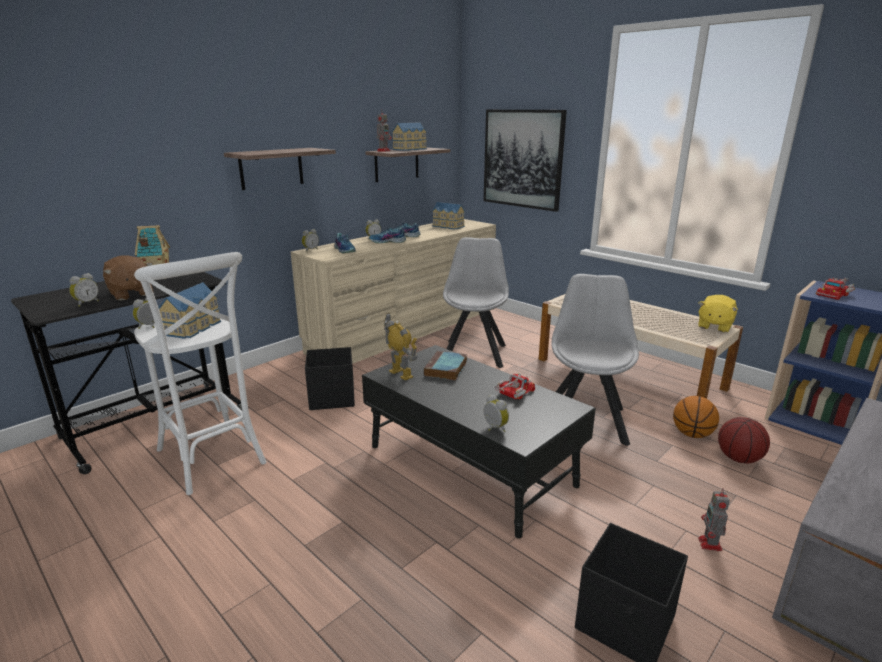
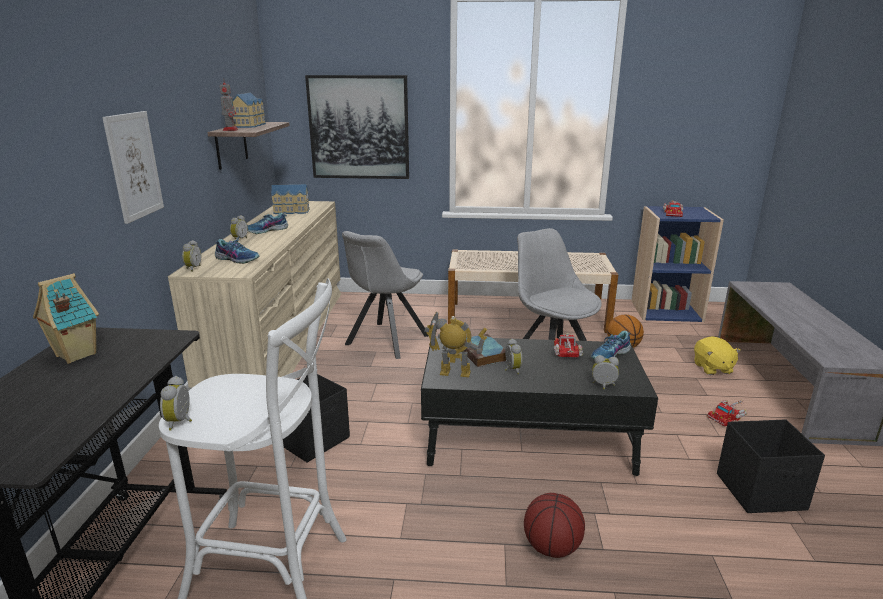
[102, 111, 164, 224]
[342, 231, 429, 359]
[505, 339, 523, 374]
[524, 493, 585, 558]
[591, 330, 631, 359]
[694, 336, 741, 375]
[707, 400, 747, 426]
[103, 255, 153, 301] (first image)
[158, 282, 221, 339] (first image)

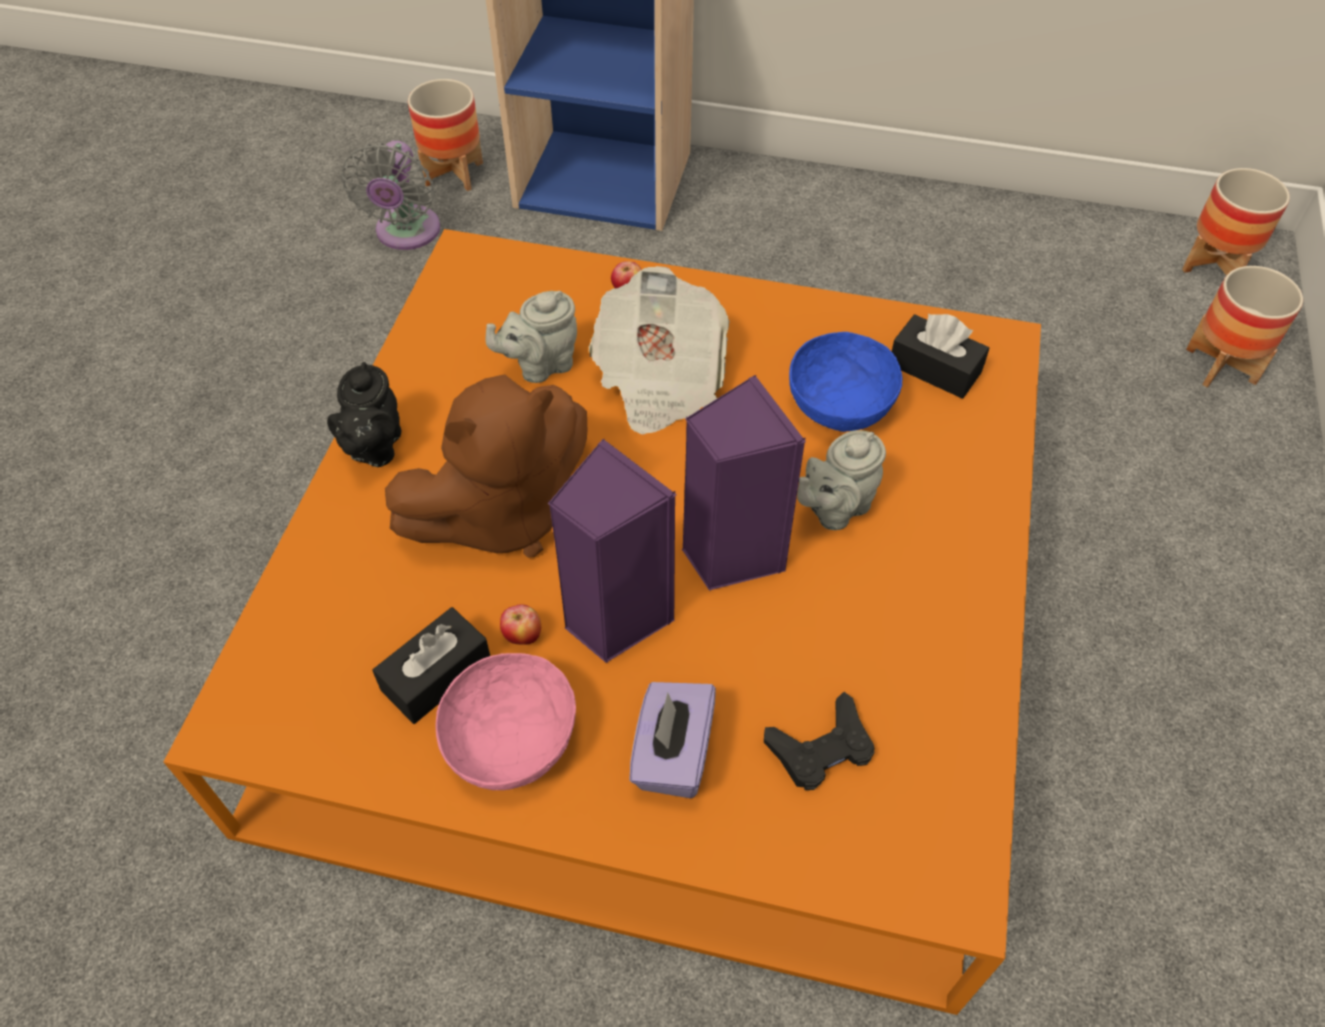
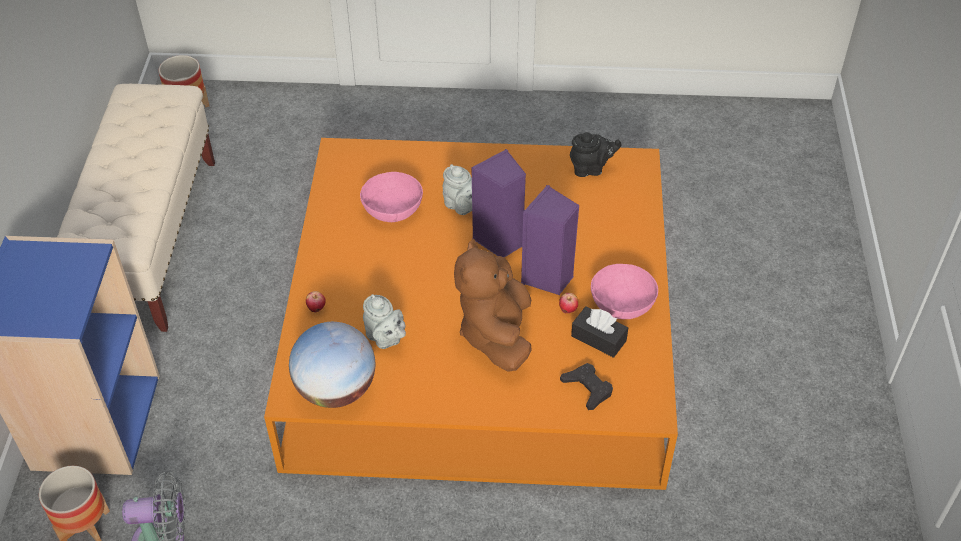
[57, 84, 215, 332]
[289, 322, 375, 408]
[360, 172, 423, 222]
[454, 239, 532, 372]
[560, 363, 613, 410]
[570, 132, 621, 177]
[588, 266, 730, 435] (first image)
[629, 682, 716, 798] (first image)
[892, 314, 989, 399] (first image)
[1186, 266, 1303, 388] (first image)

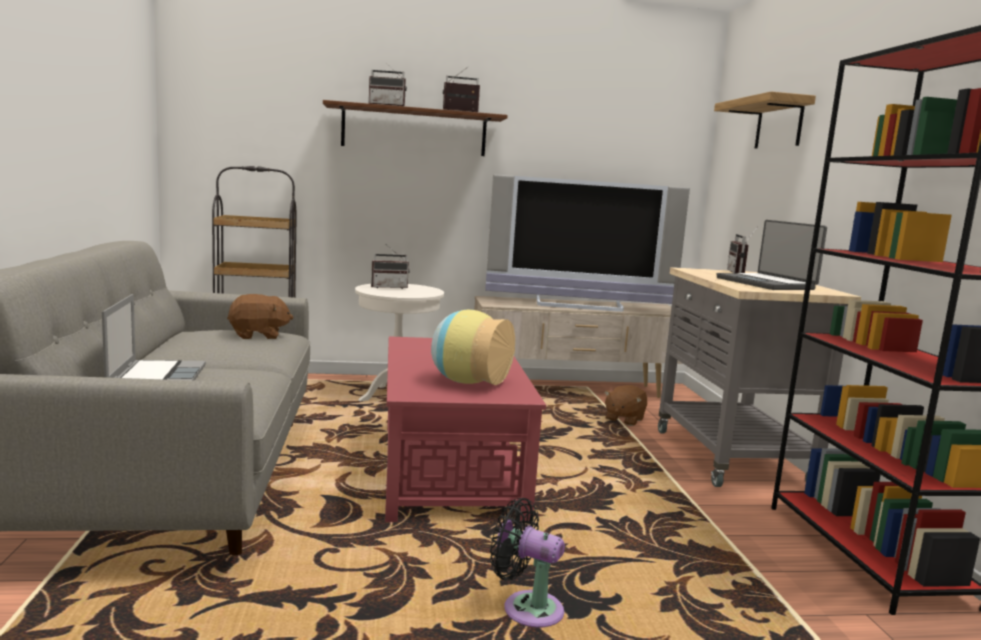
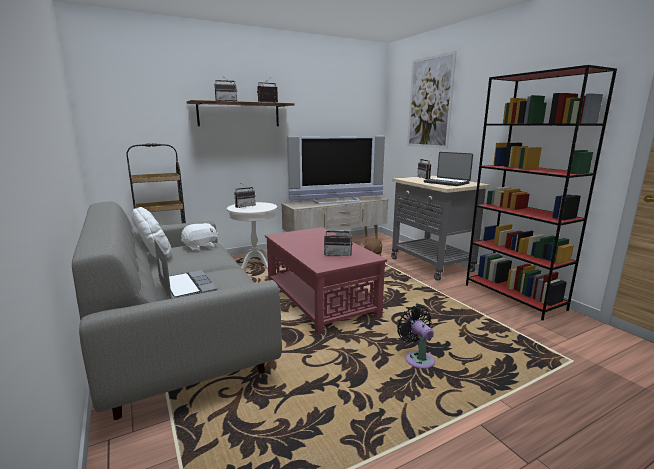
[132, 207, 172, 258]
[181, 223, 218, 251]
[324, 222, 353, 256]
[397, 306, 435, 369]
[407, 51, 457, 149]

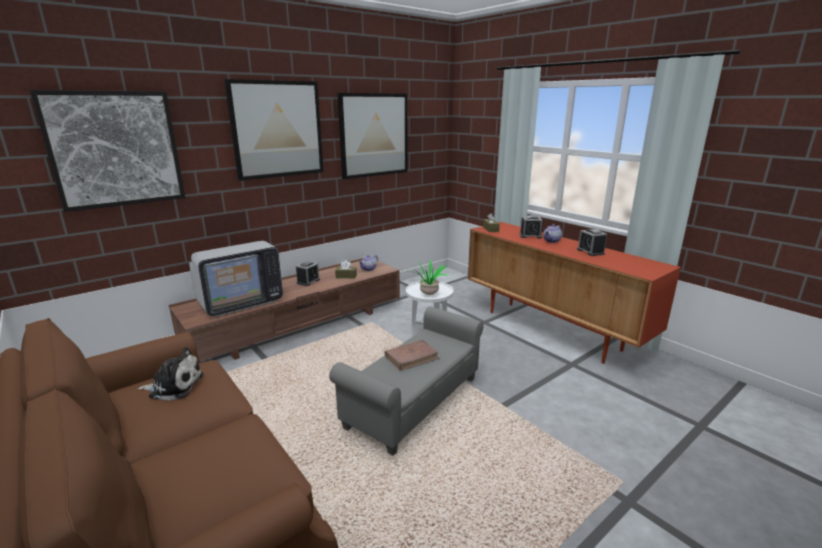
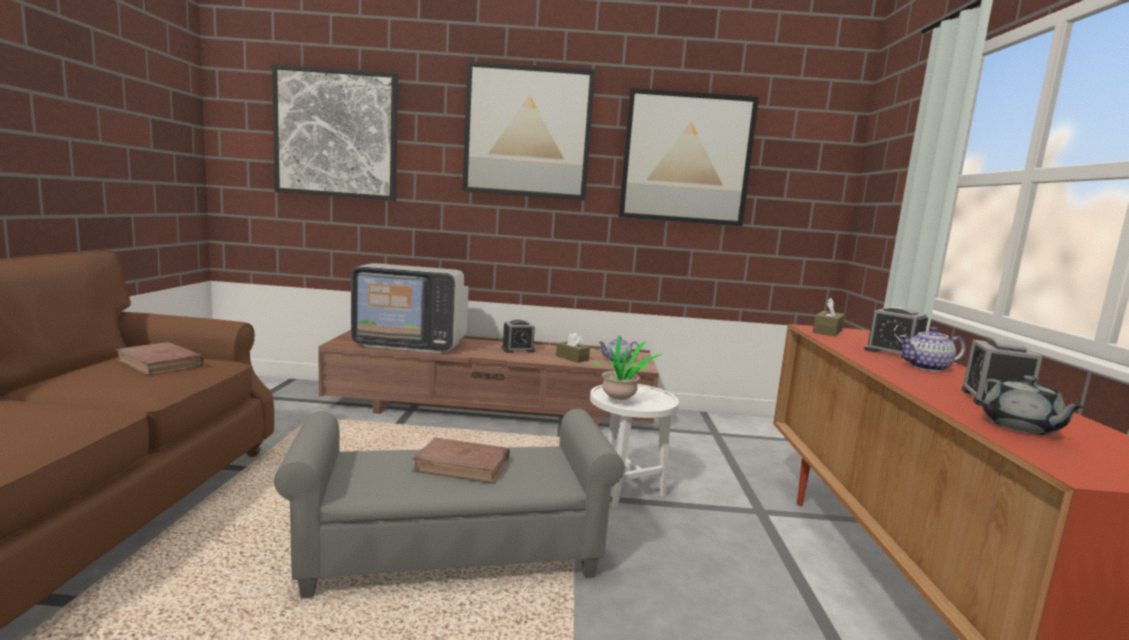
[115, 342, 204, 375]
[982, 376, 1085, 435]

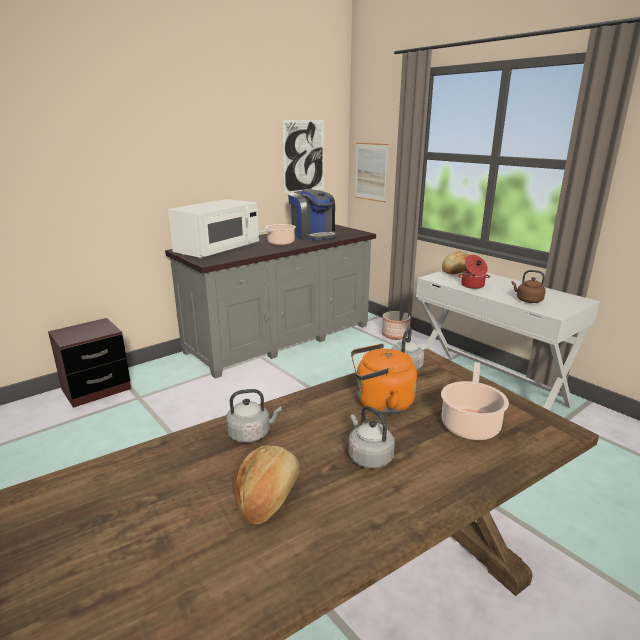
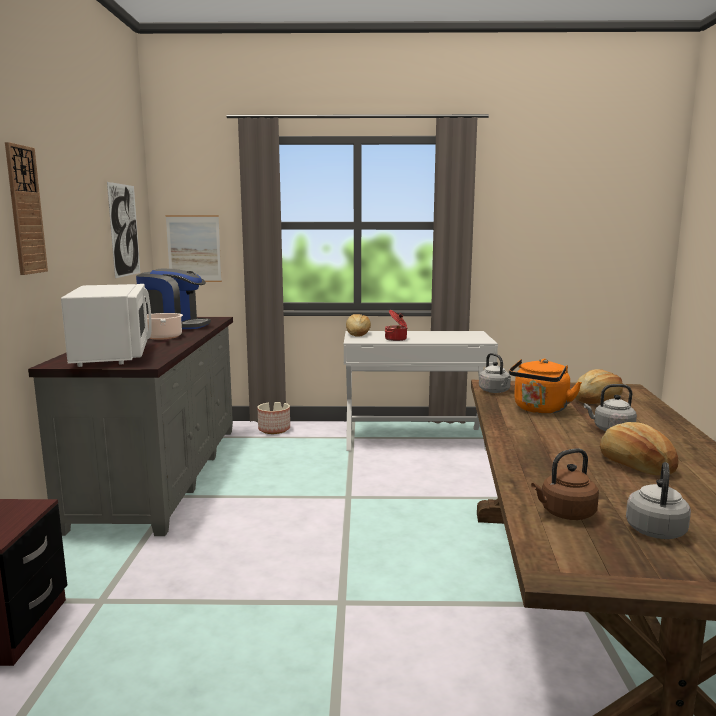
[5, 142, 48, 275]
[531, 448, 599, 520]
[575, 369, 623, 404]
[626, 462, 691, 539]

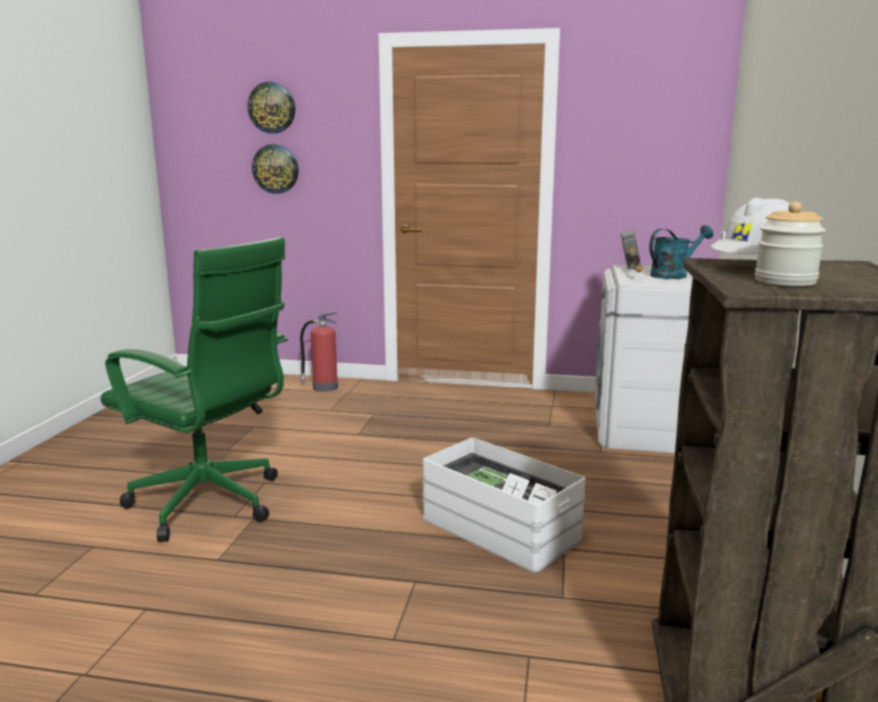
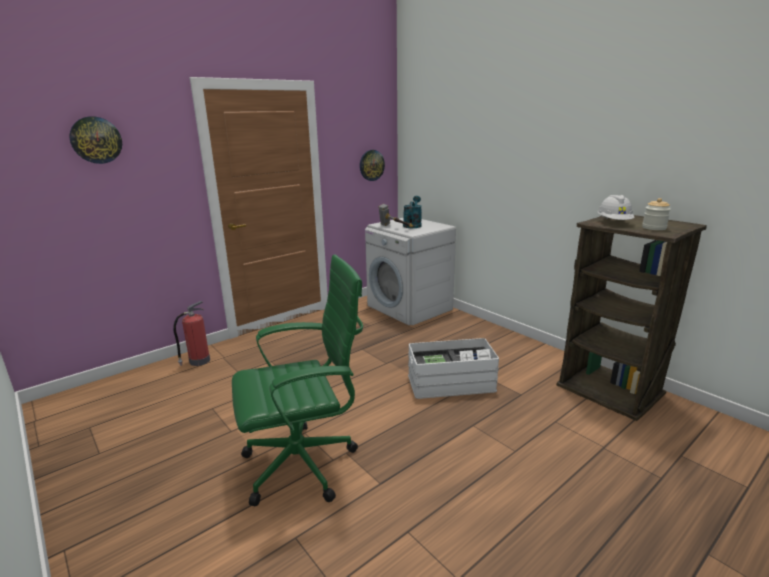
[360, 150, 385, 181]

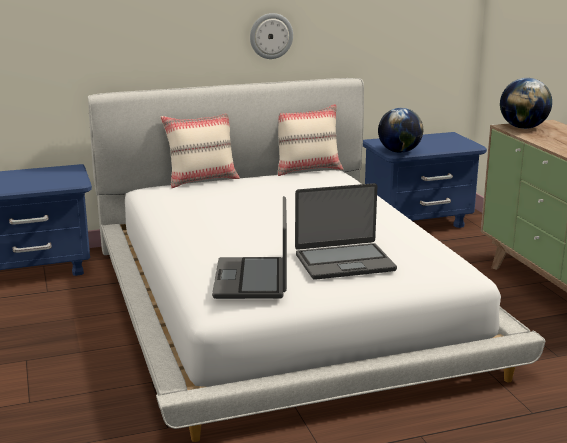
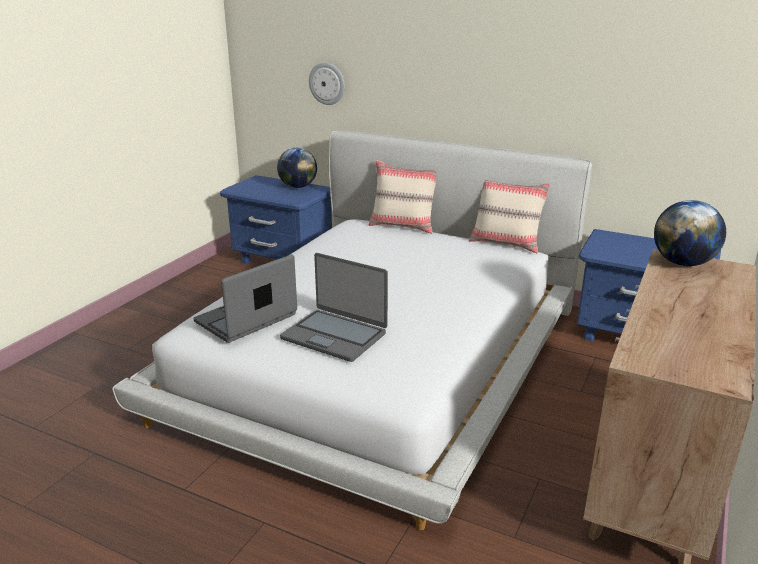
[277, 148, 317, 188]
[309, 62, 345, 105]

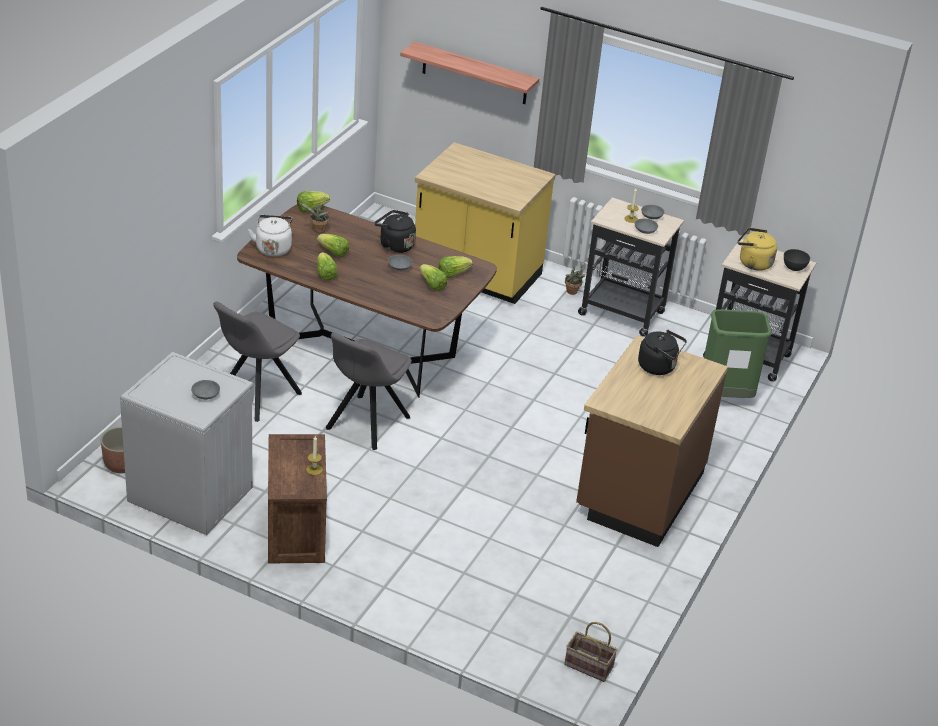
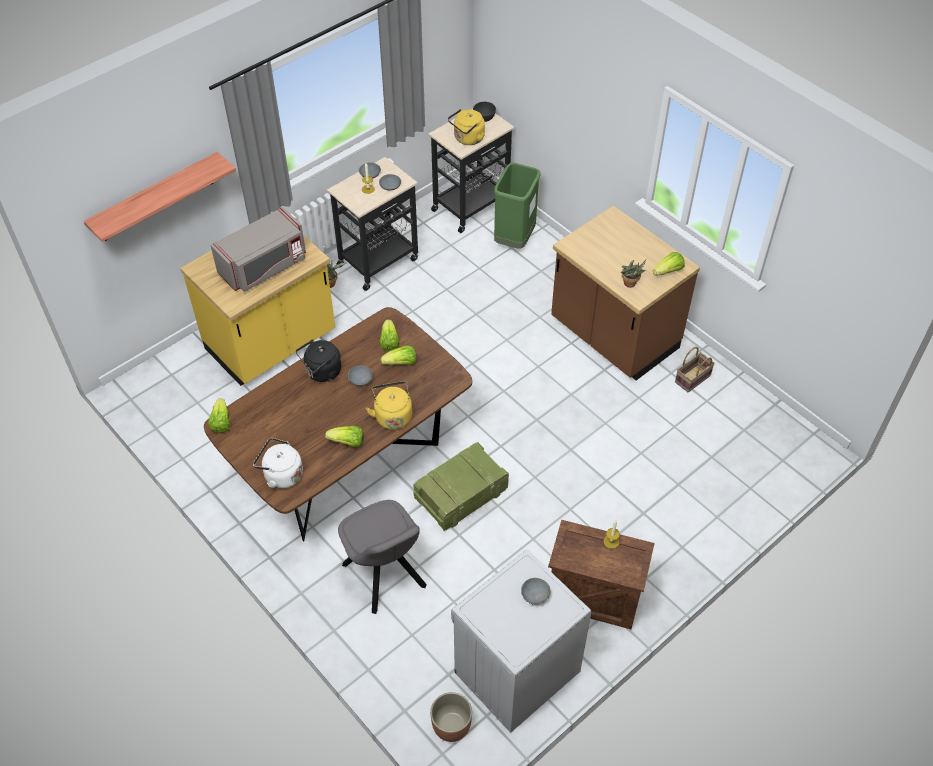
[211, 207, 306, 292]
[366, 381, 412, 430]
[413, 442, 509, 531]
[621, 260, 646, 288]
[653, 252, 685, 276]
[675, 347, 715, 393]
[638, 330, 687, 375] (first image)

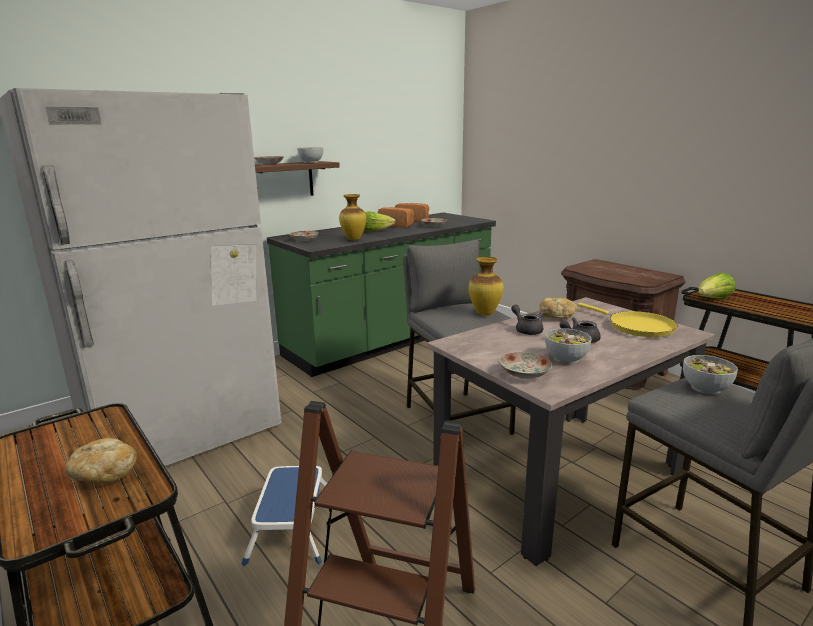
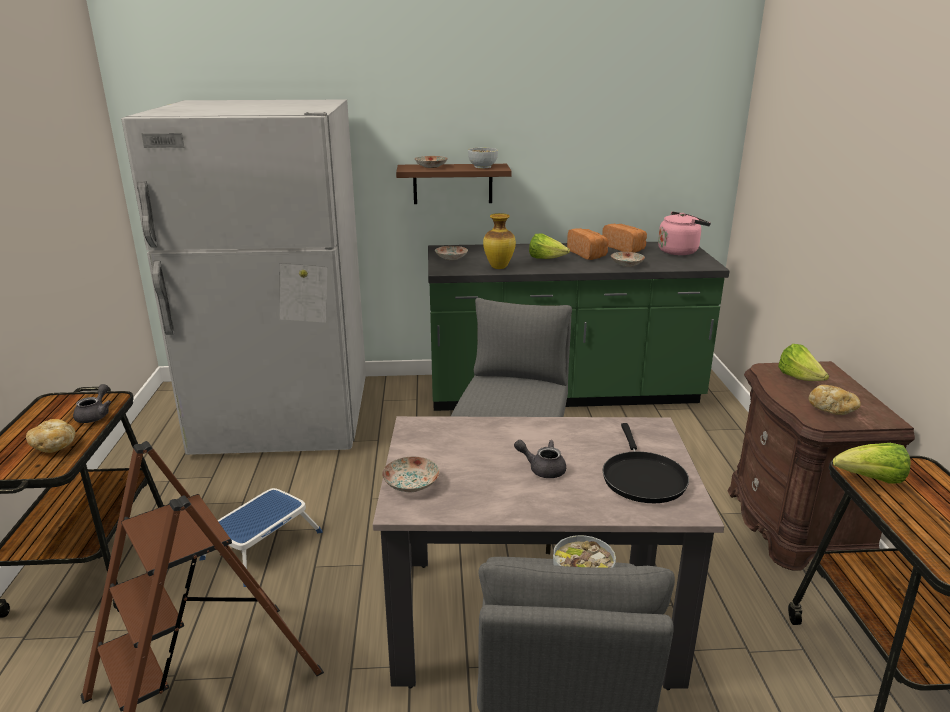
[73, 384, 111, 423]
[603, 423, 689, 503]
[658, 211, 711, 255]
[778, 344, 829, 381]
[809, 385, 861, 415]
[468, 257, 504, 316] (first image)
[545, 328, 592, 364] (first image)

